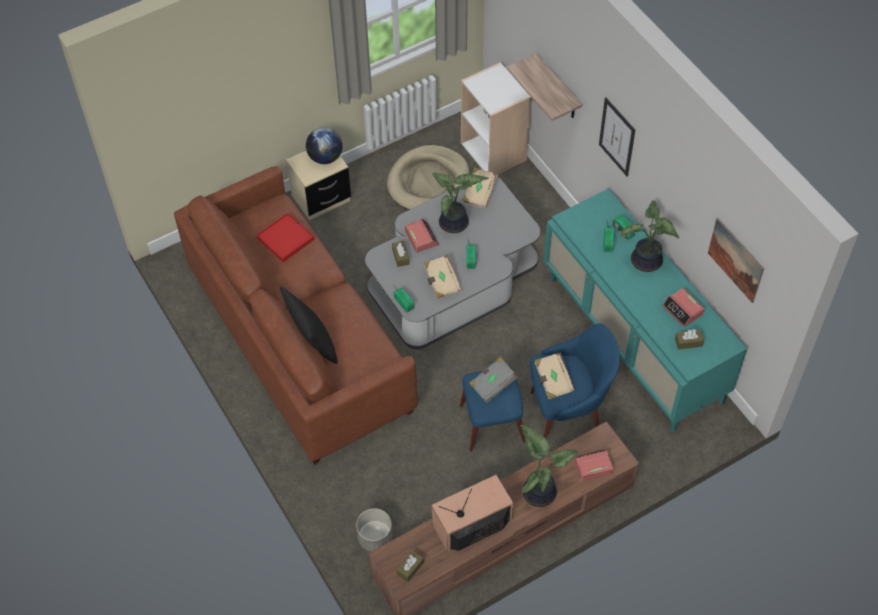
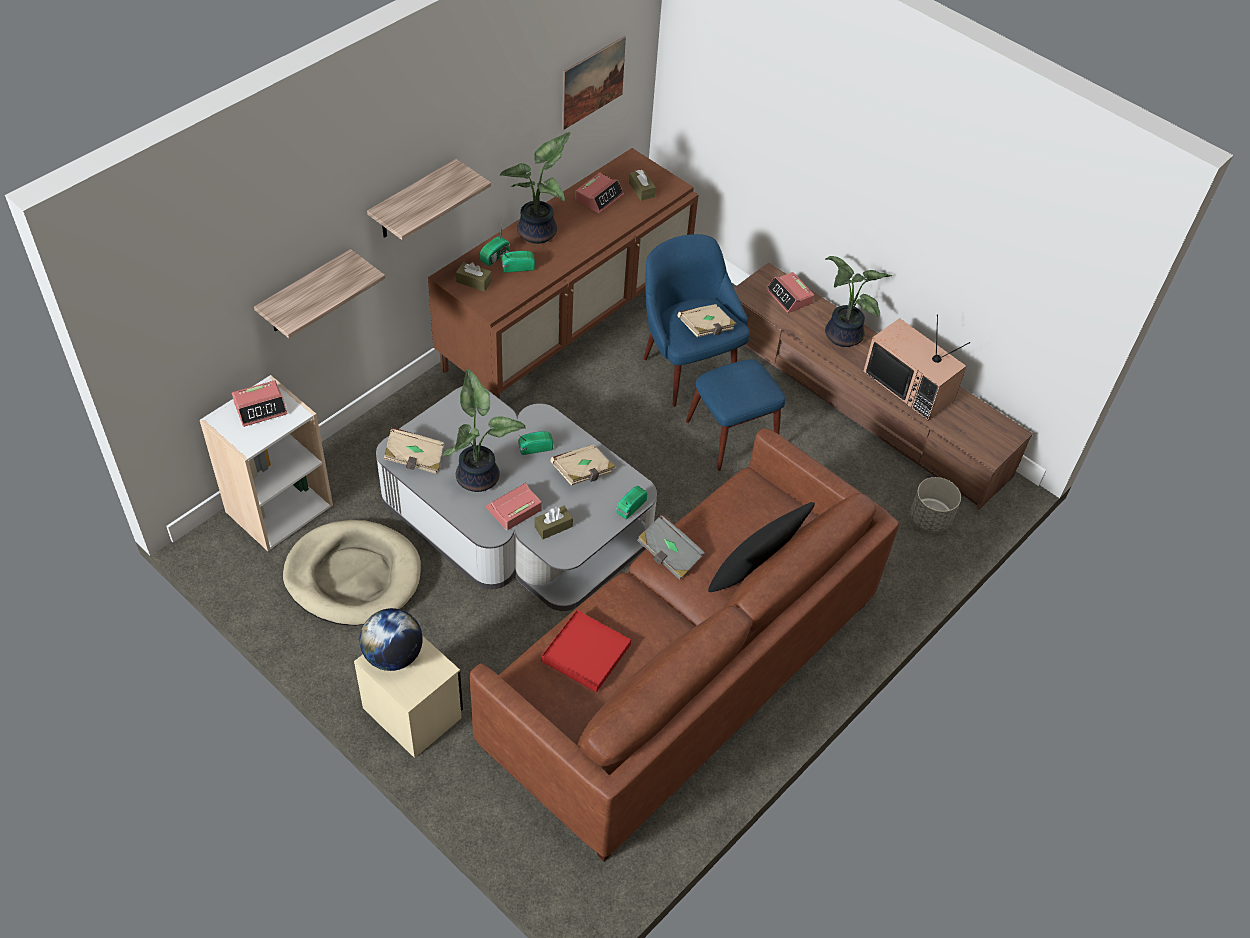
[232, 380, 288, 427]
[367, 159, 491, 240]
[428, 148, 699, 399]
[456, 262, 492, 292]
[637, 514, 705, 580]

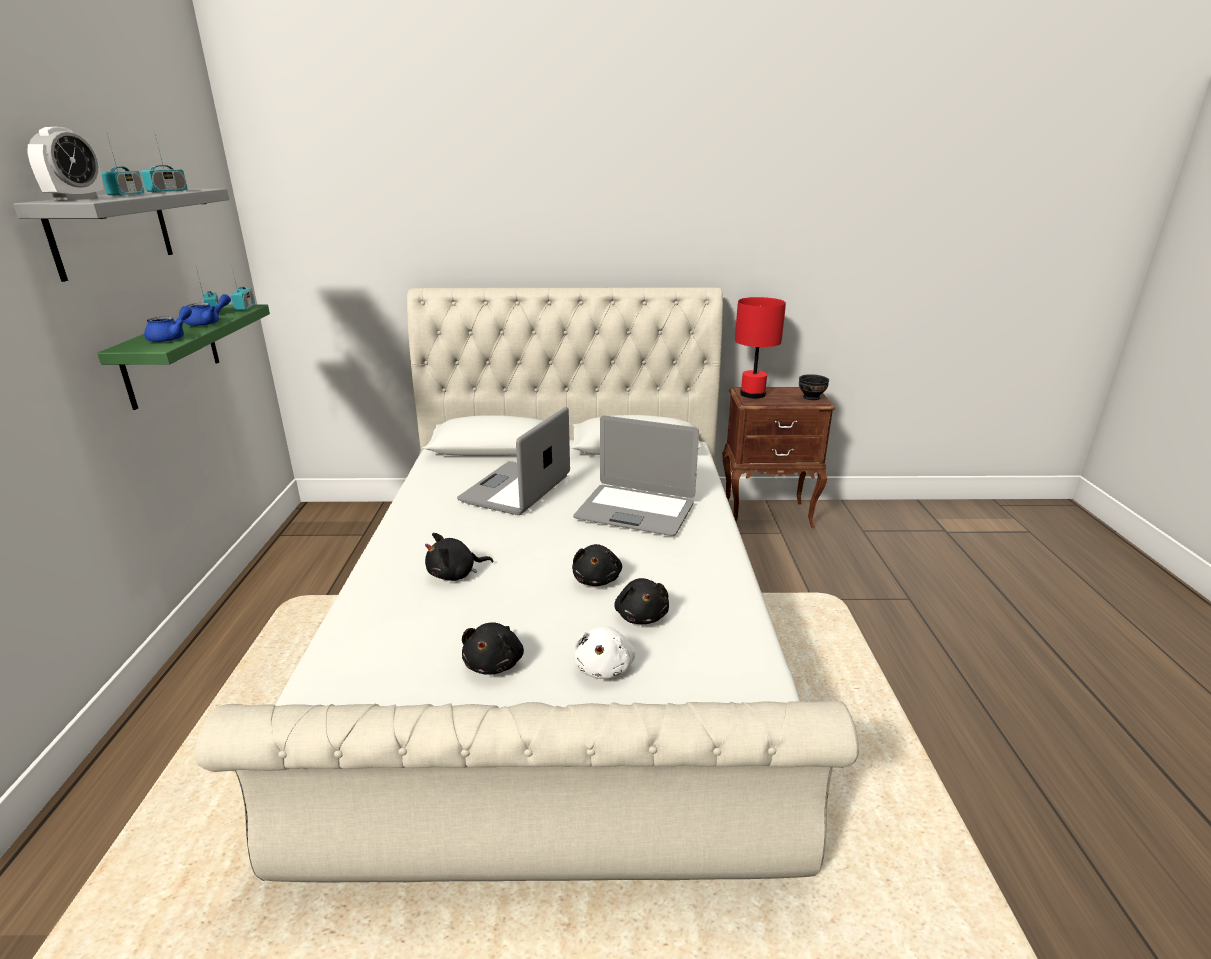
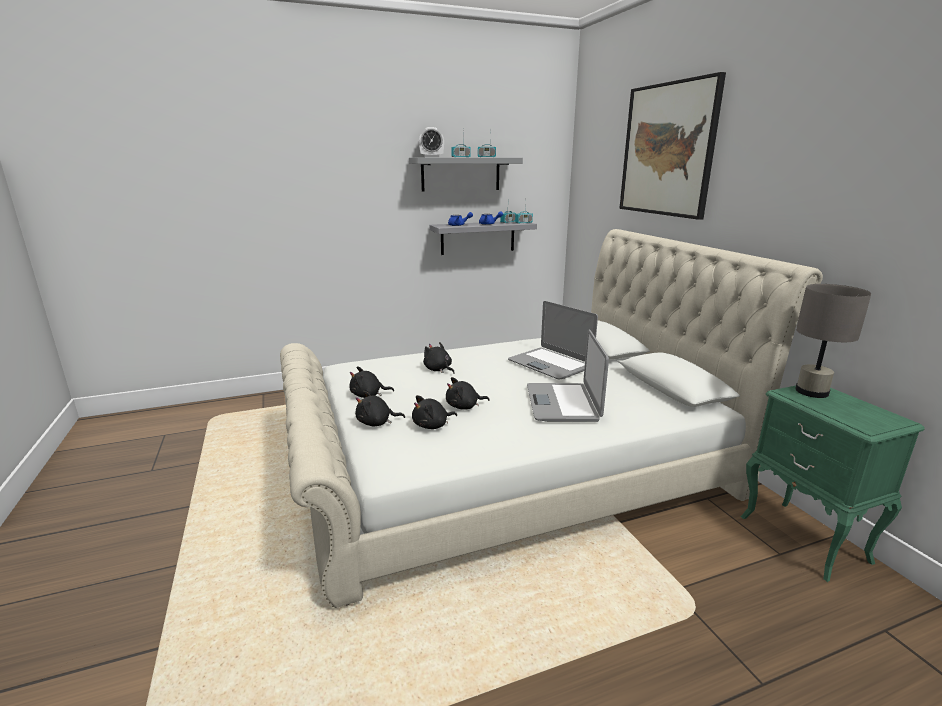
[355, 391, 405, 427]
[430, 222, 537, 255]
[508, 301, 598, 379]
[620, 72, 726, 220]
[740, 386, 925, 582]
[795, 284, 871, 398]
[799, 374, 829, 400] (first image)

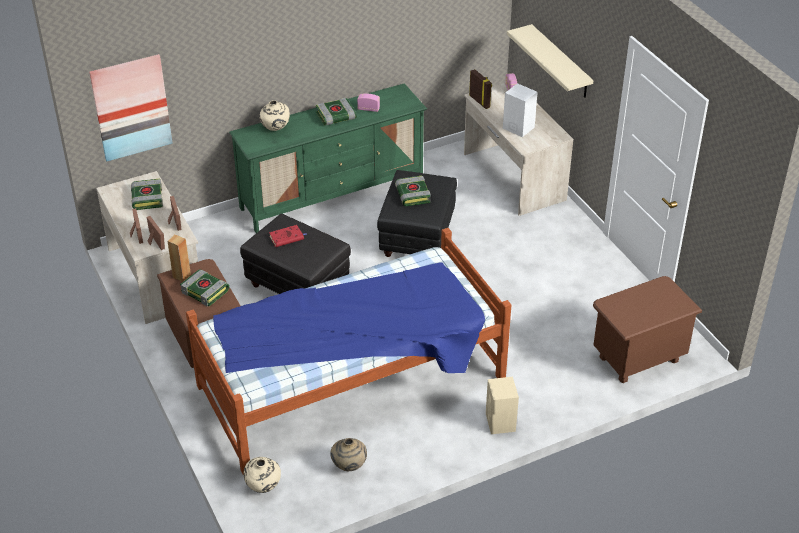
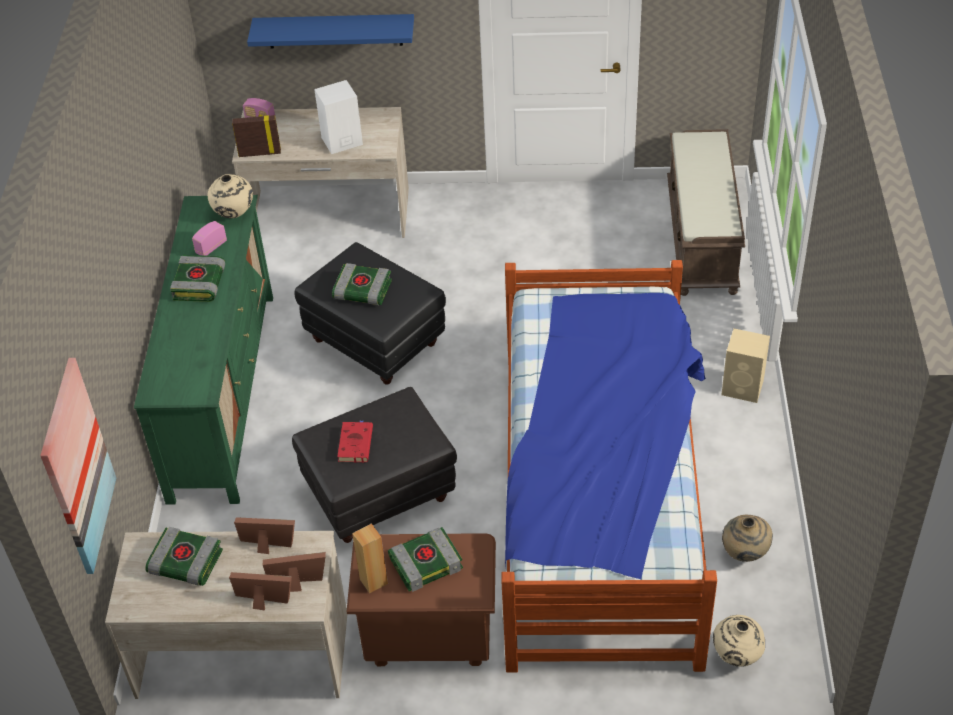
[208, 174, 253, 218]
[247, 14, 414, 49]
[667, 129, 745, 296]

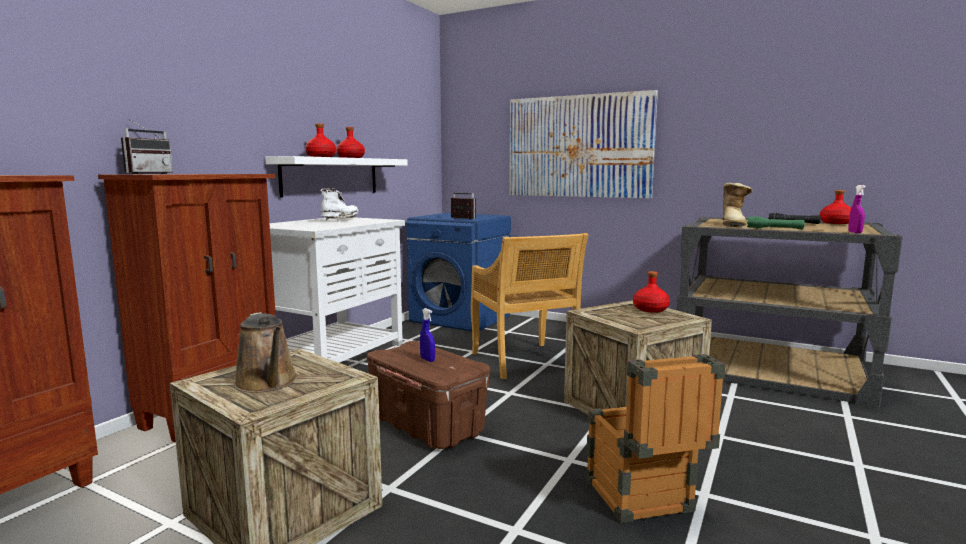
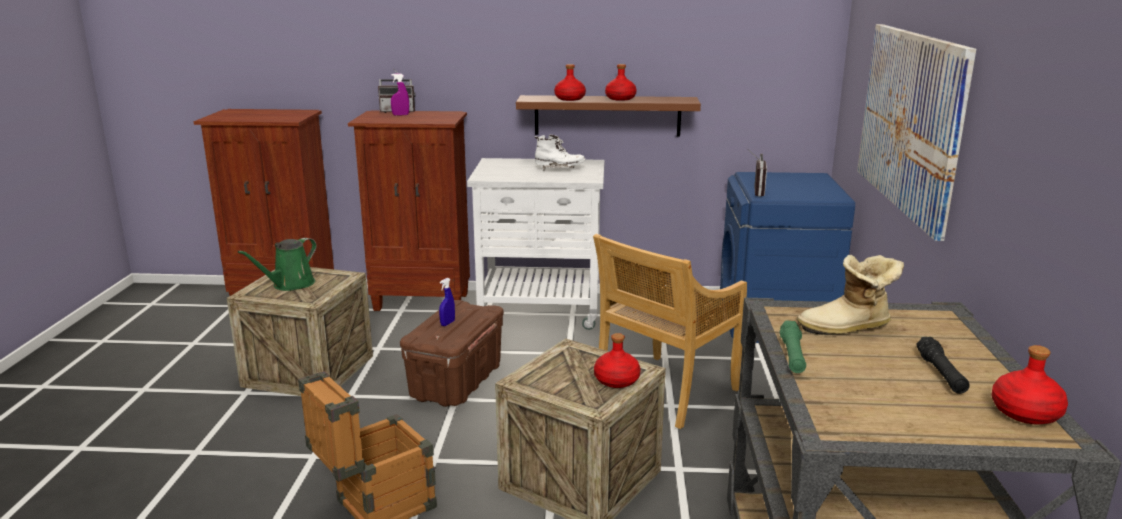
[238, 238, 316, 291]
[391, 74, 409, 116]
[516, 95, 701, 136]

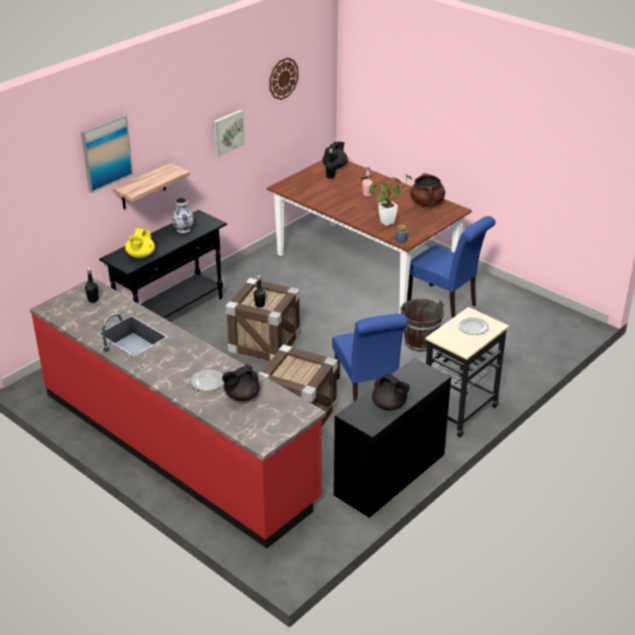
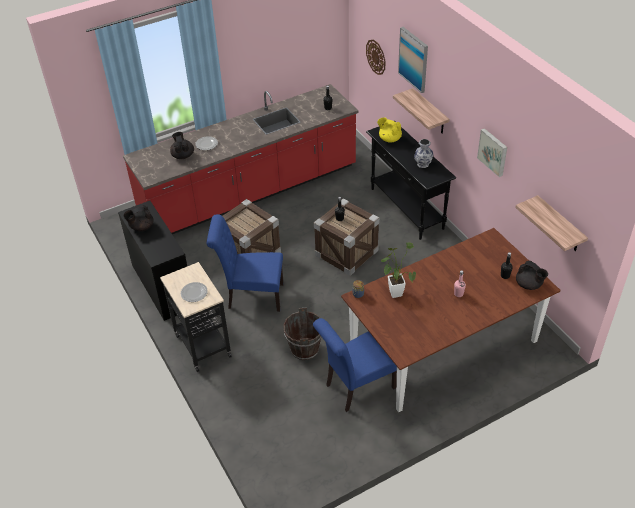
[366, 40, 386, 75]
[515, 195, 588, 251]
[410, 173, 445, 207] (first image)

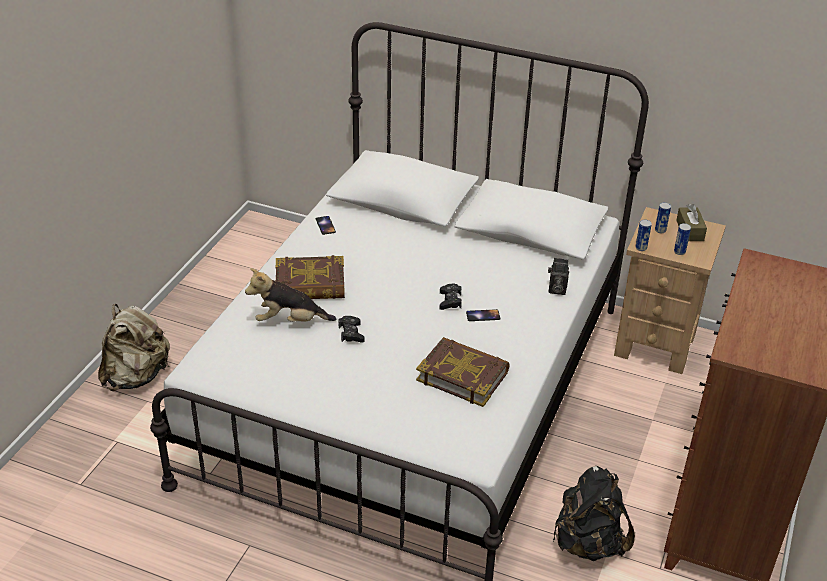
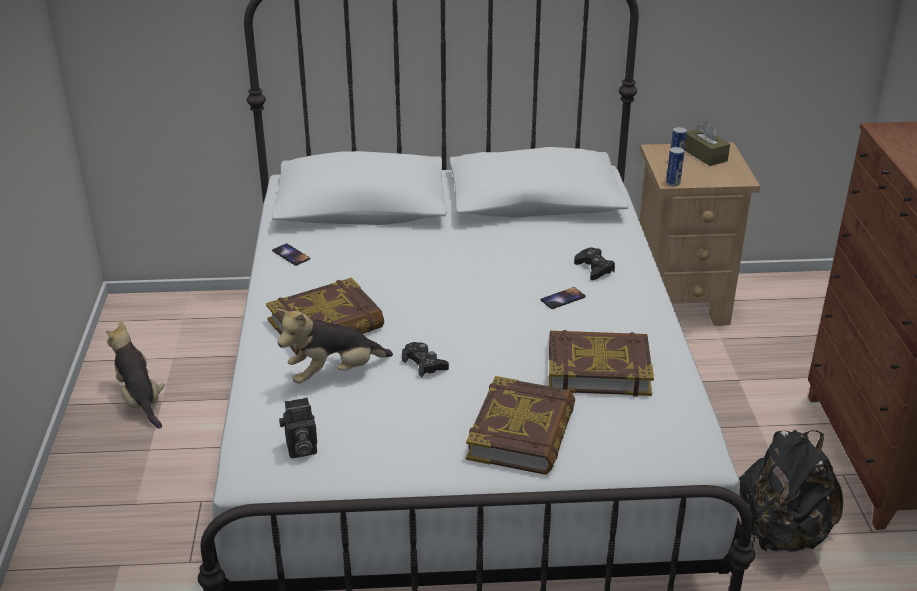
[106, 321, 165, 428]
[279, 398, 317, 458]
[466, 376, 575, 475]
[574, 248, 615, 280]
[98, 304, 170, 391] (first image)
[674, 223, 691, 255] (first image)

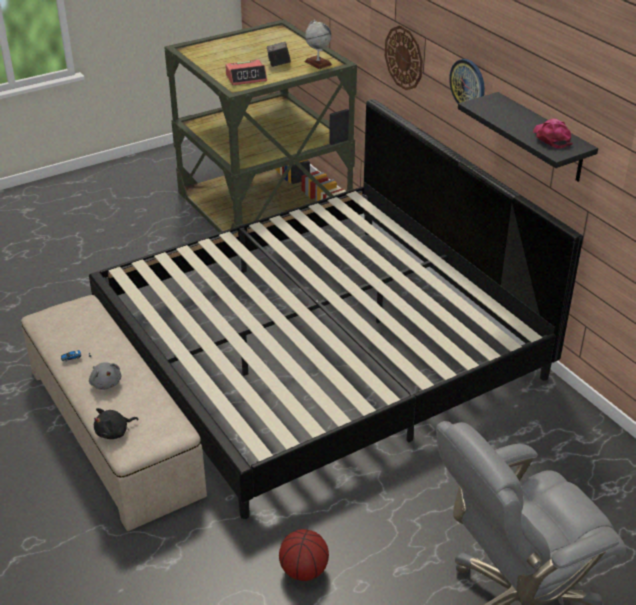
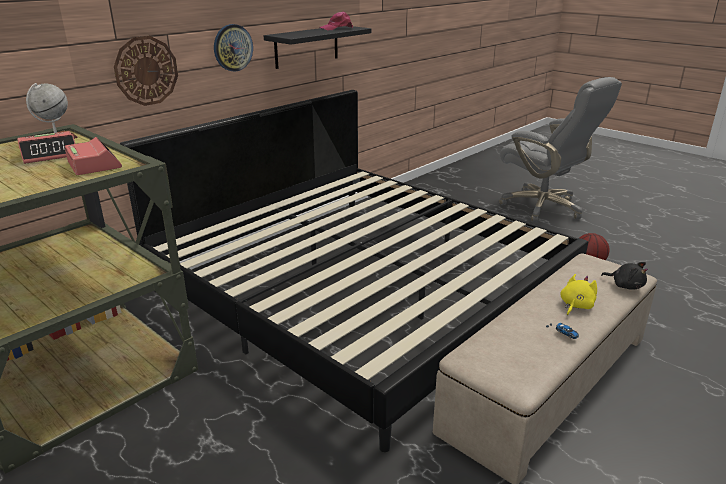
[17, 131, 75, 164]
[560, 274, 597, 315]

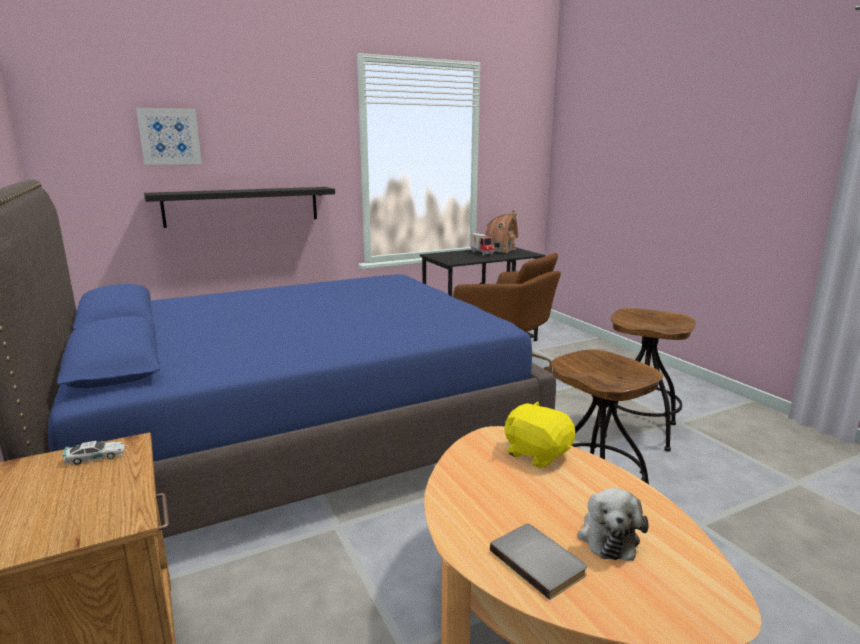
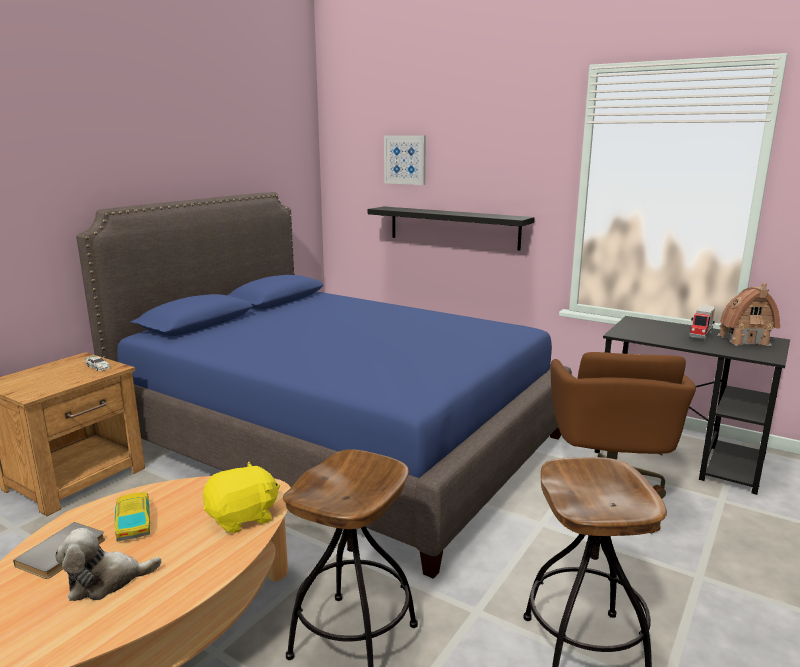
[115, 492, 150, 542]
[203, 462, 280, 534]

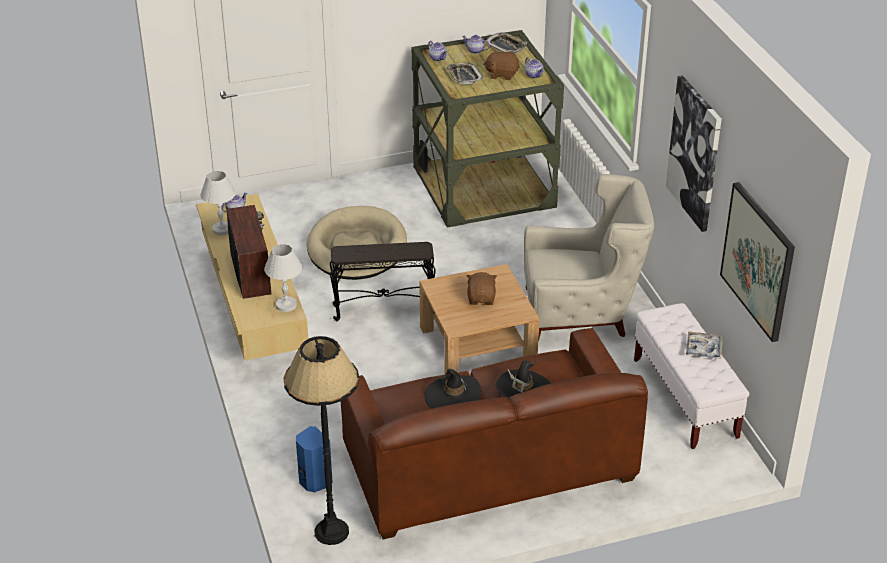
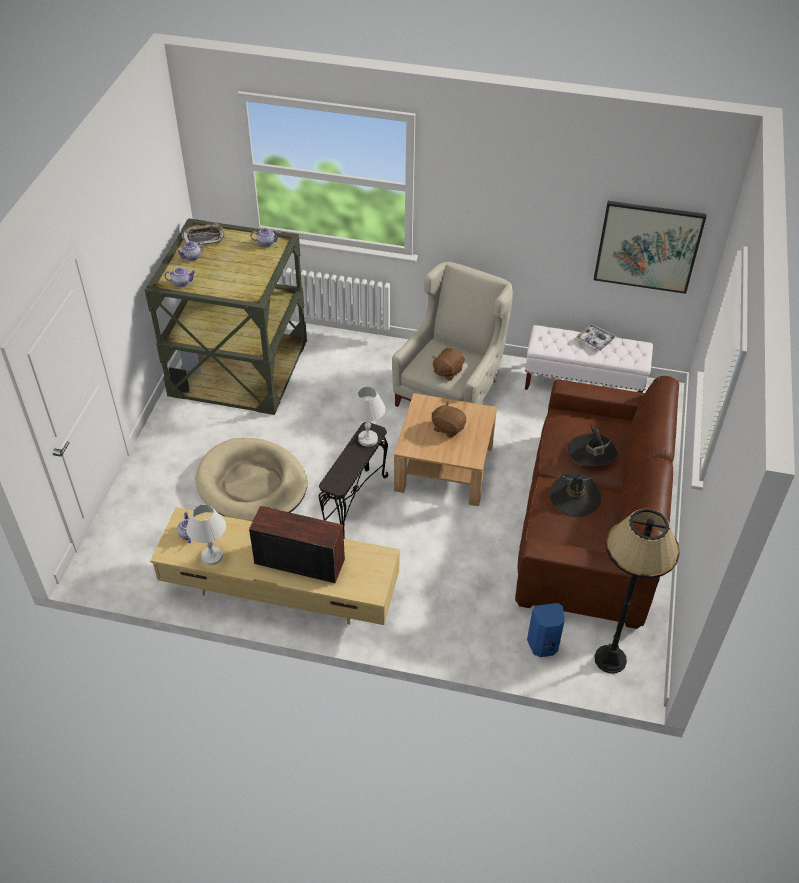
[350, 387, 385, 447]
[432, 348, 464, 381]
[446, 63, 483, 84] (first image)
[666, 75, 722, 232] (first image)

